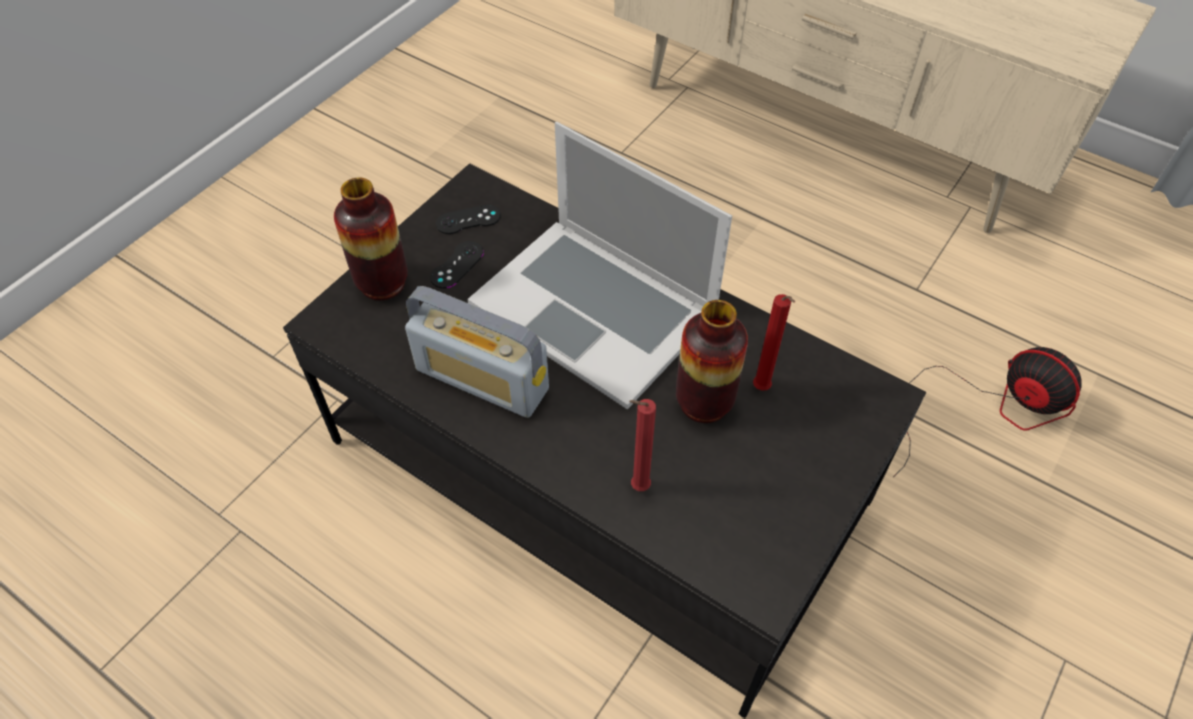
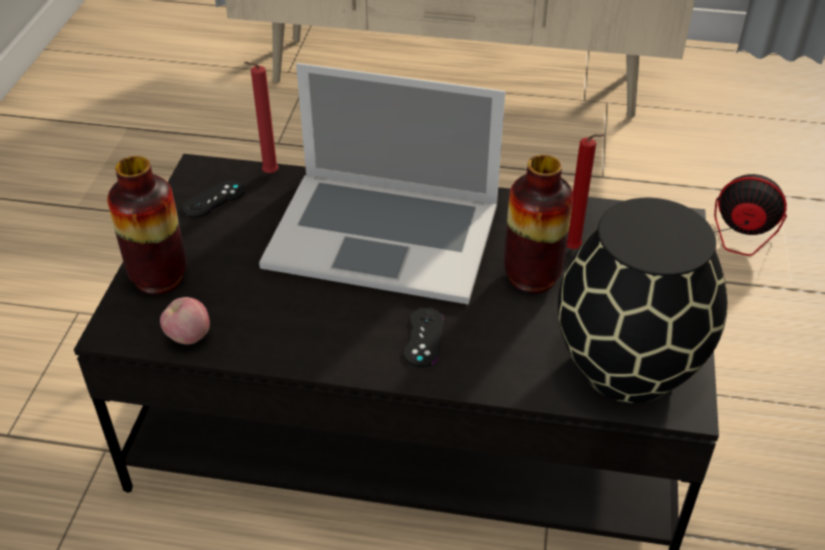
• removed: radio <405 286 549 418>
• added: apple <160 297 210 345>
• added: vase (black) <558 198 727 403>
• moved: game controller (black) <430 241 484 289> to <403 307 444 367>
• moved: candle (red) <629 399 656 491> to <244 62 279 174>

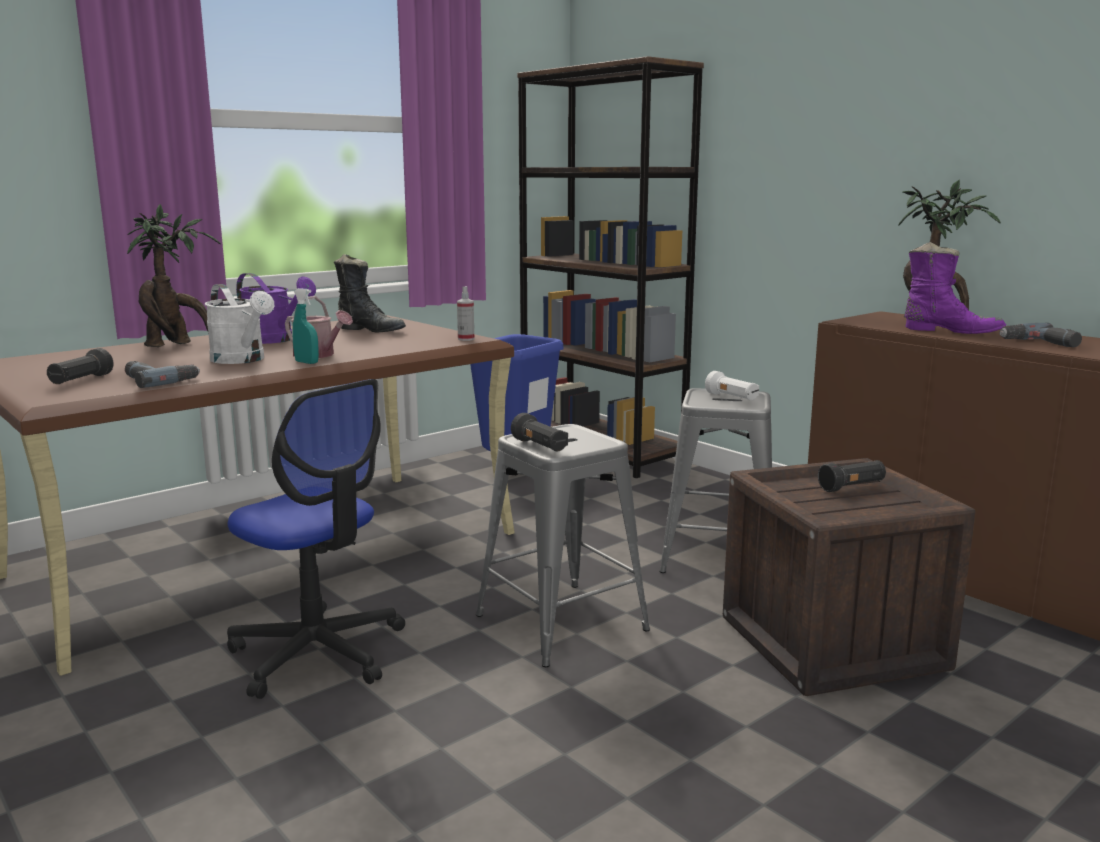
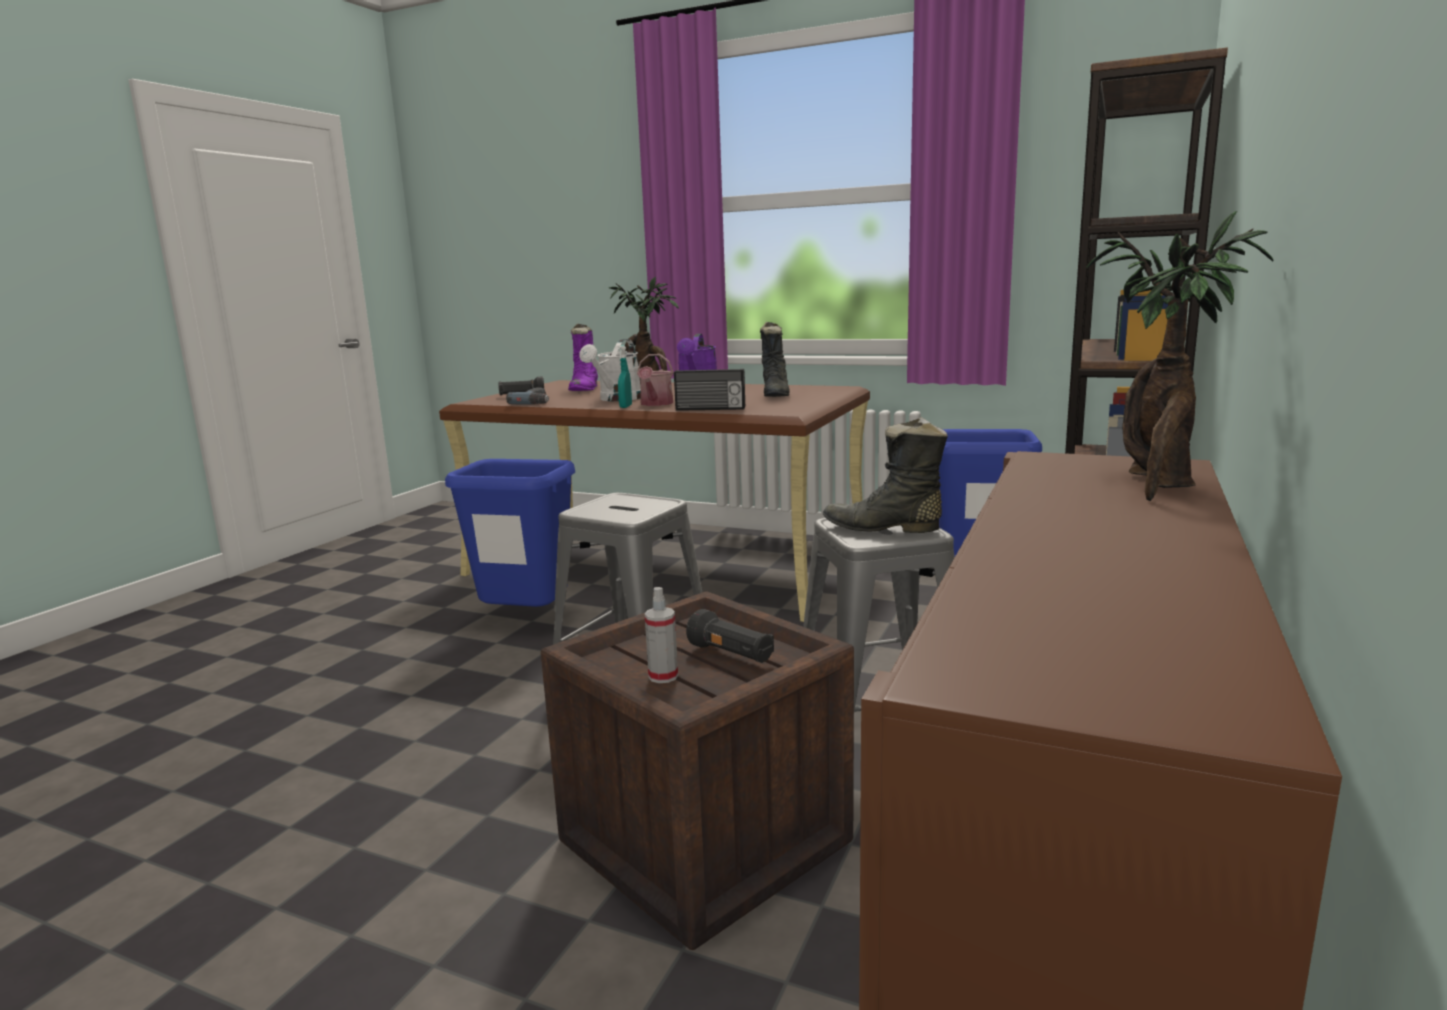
• removed: flashlight (black) <511 413 568 451>
• removed: power drill <1000 323 1082 347>
• added: radio <674 369 745 411>
• moved: spray bottle <457 286 474 341> to <645 587 678 683>
• moved: boot (purple) <905 242 1006 334> to <568 323 598 391>
• replaced: office chair <227 379 405 699> to trash can (blue) <445 459 575 607>
• replaced: flashlight (white) <705 371 759 400> to boot (black) <823 417 948 533>

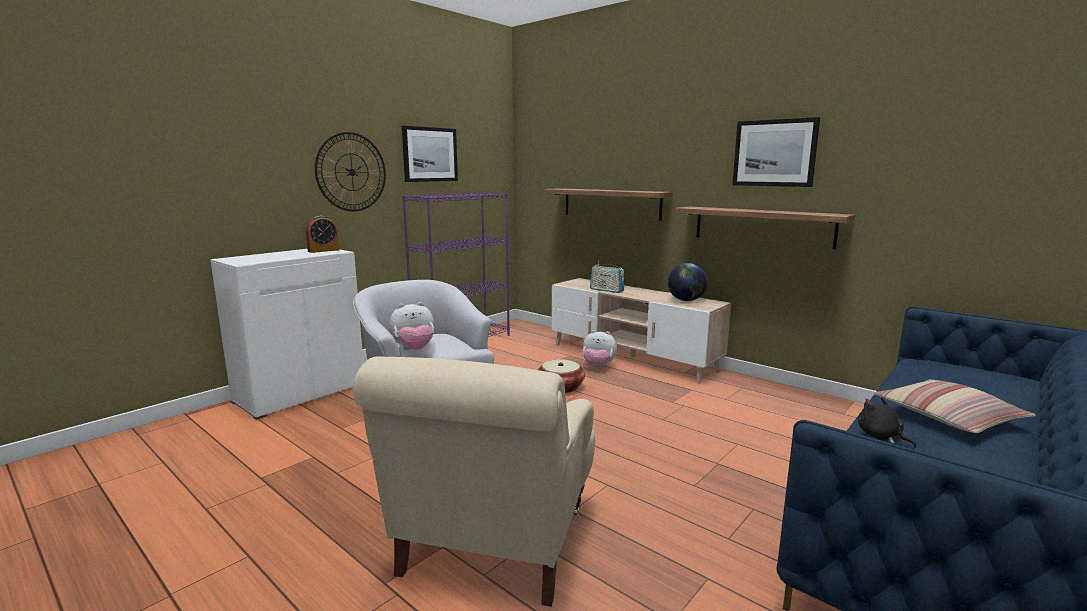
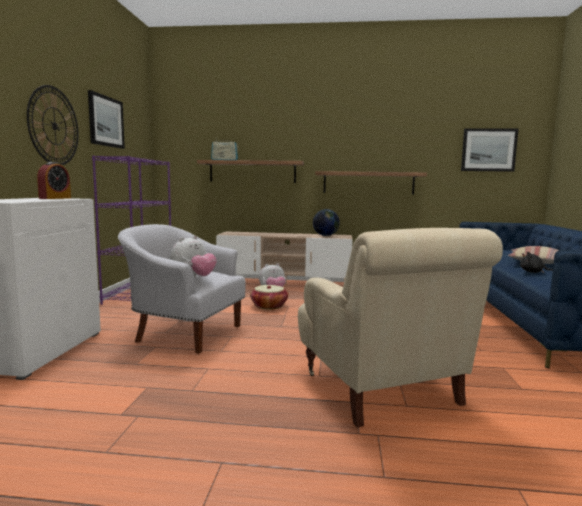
• moved: radio <590 261 624 293> to <211 140 238 160>
• moved: picture <732 117 820 187> to <461 128 518 172>

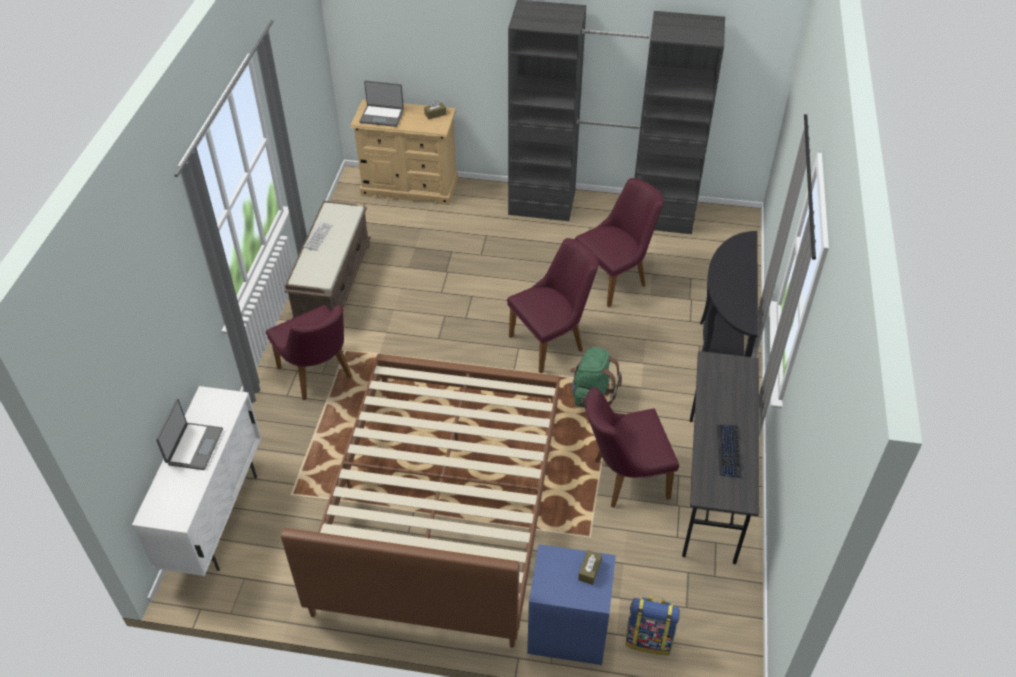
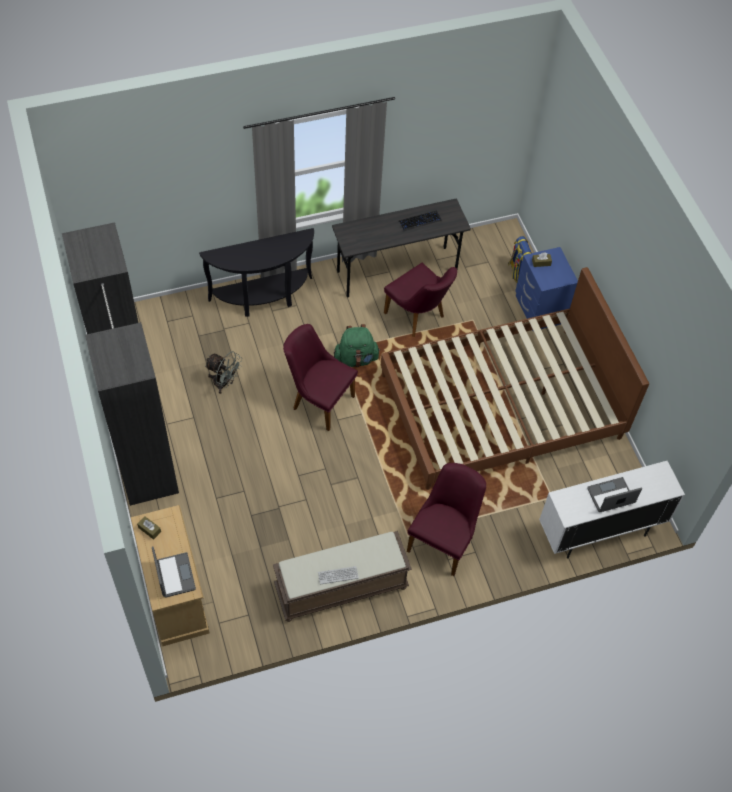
• replaced: chair (purple) <575 178 664 307> to fan (grey) <205 351 242 394>

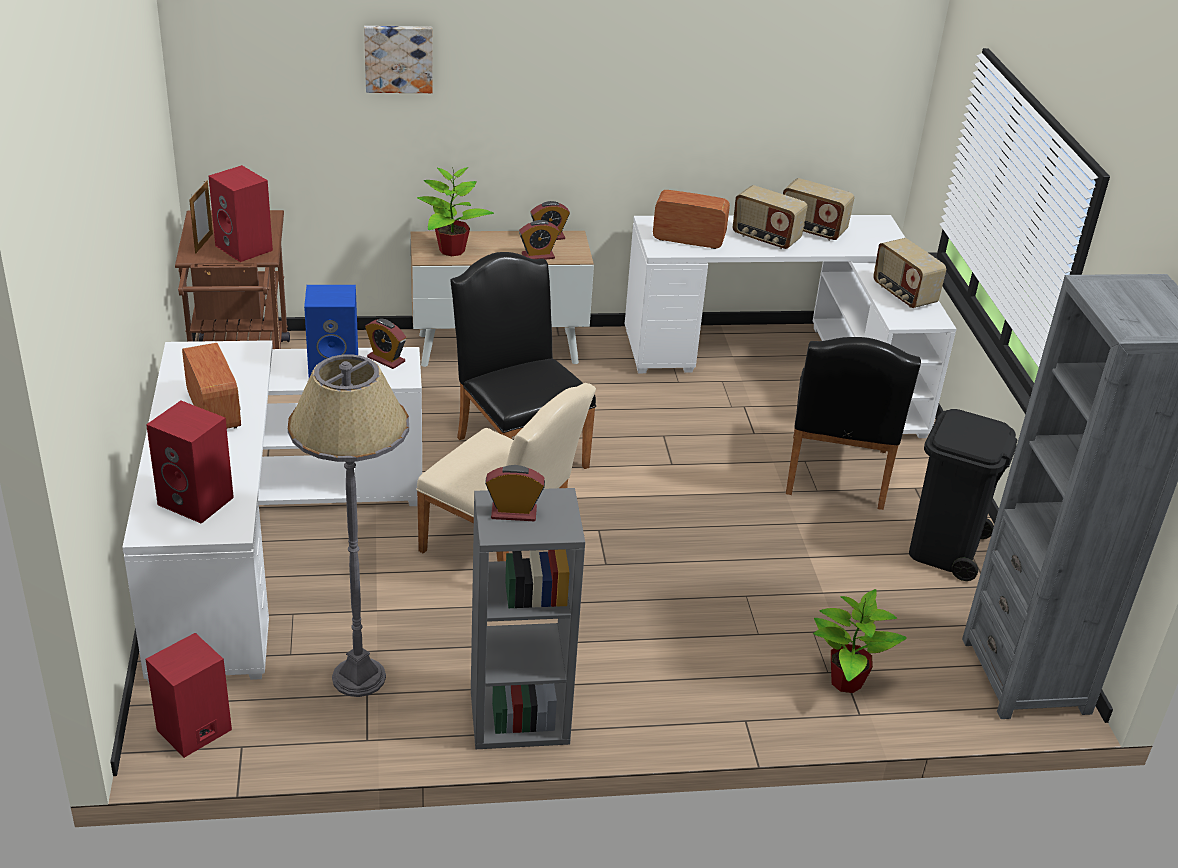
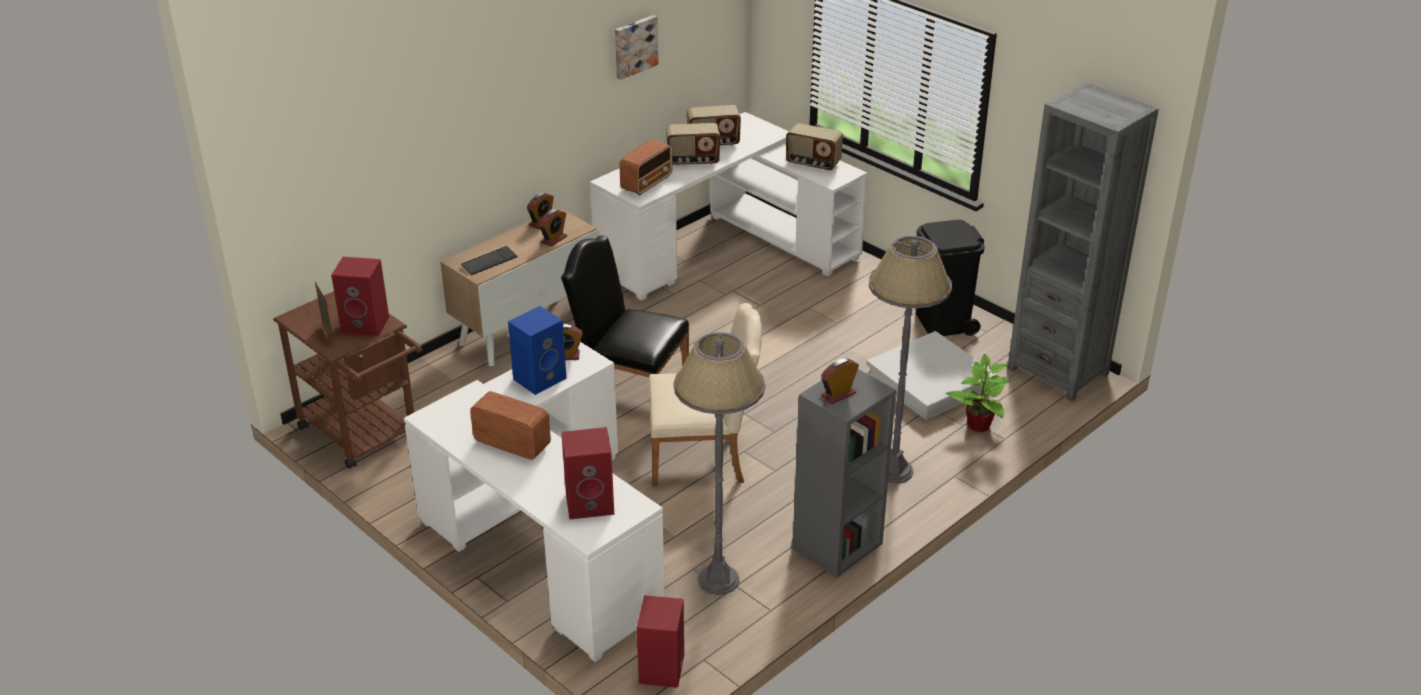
• removed: chair (black) <786 337 921 510>
• added: storage box (white) <866 331 997 420>
• added: floor lamp (grey) <869 236 952 483>
• moved: picture <364 26 433 93> to <615 15 658 80>
• replaced: potted plant <417 167 494 256> to keyboard <461 246 518 275>
• turned: radio <653 190 730 249> = <619 139 673 195> 150 degrees clockwise

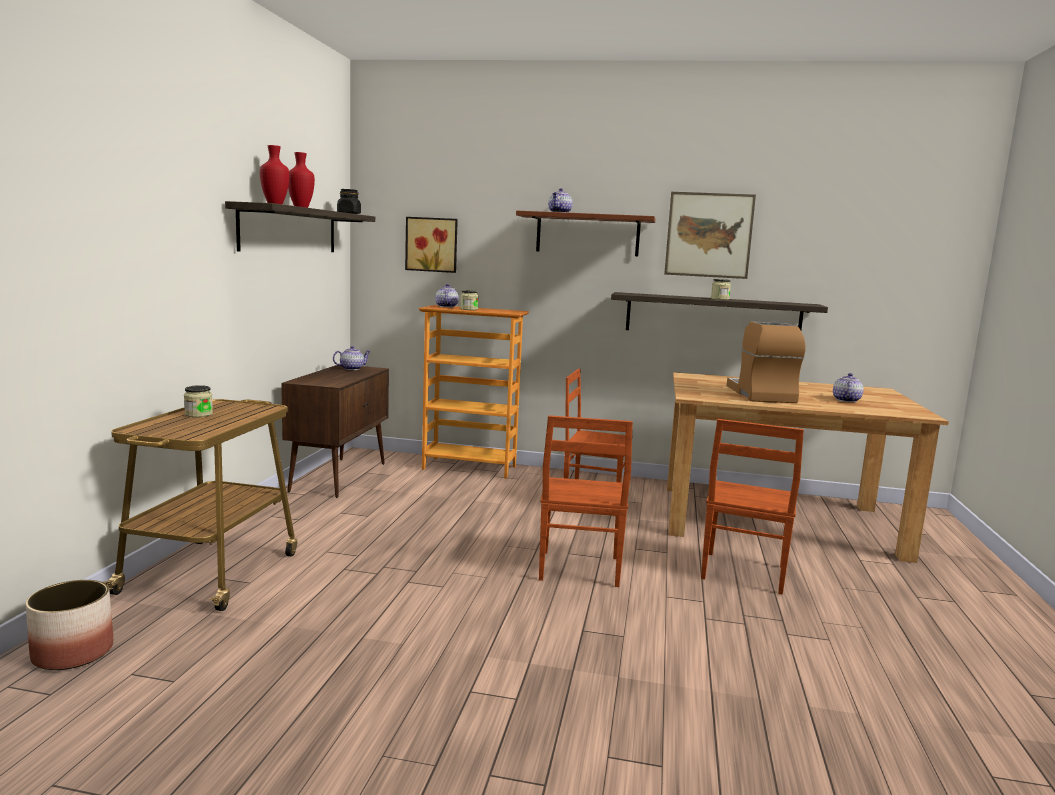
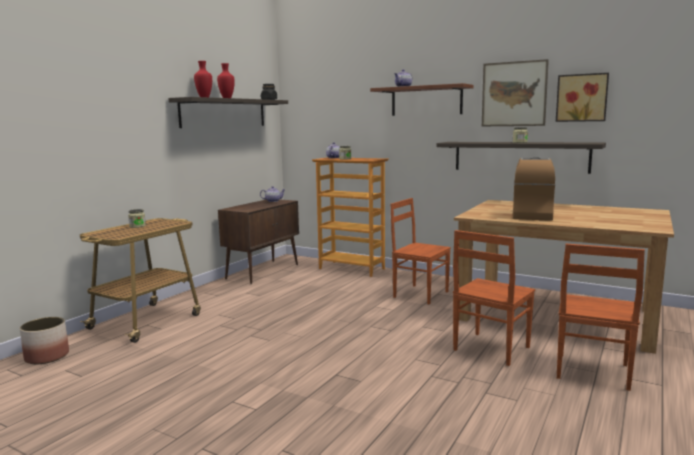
• removed: teapot <833 373 864 402>
• moved: picture <405 217 458 273> to <556 73 609 122>
• moved: chair (brown) <539 415 633 587> to <557 244 645 391>

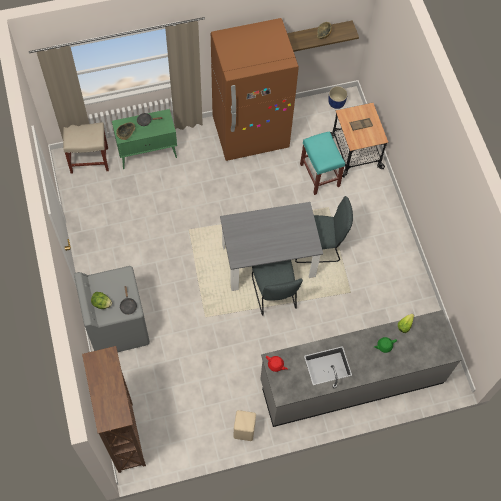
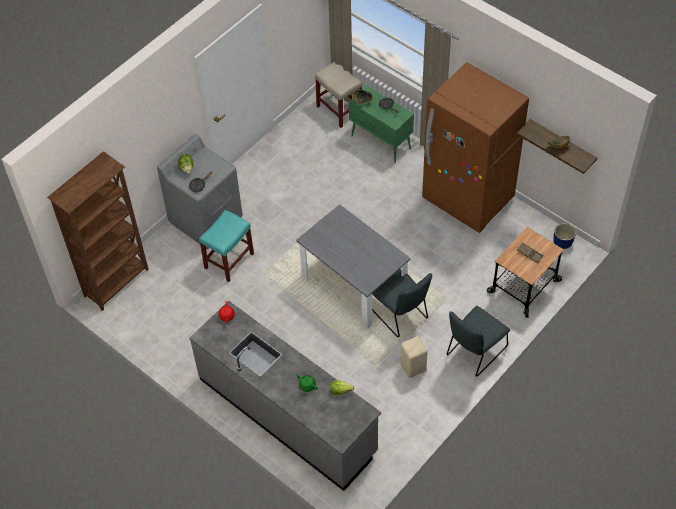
• moved: stool (beige) <234 410 256 441> to <400 336 428 378>
• moved: chair (grey) <252 260 303 315> to <447 306 510 377>
• moved: stool (turquoise) <300 131 345 195> to <199 210 254 282>

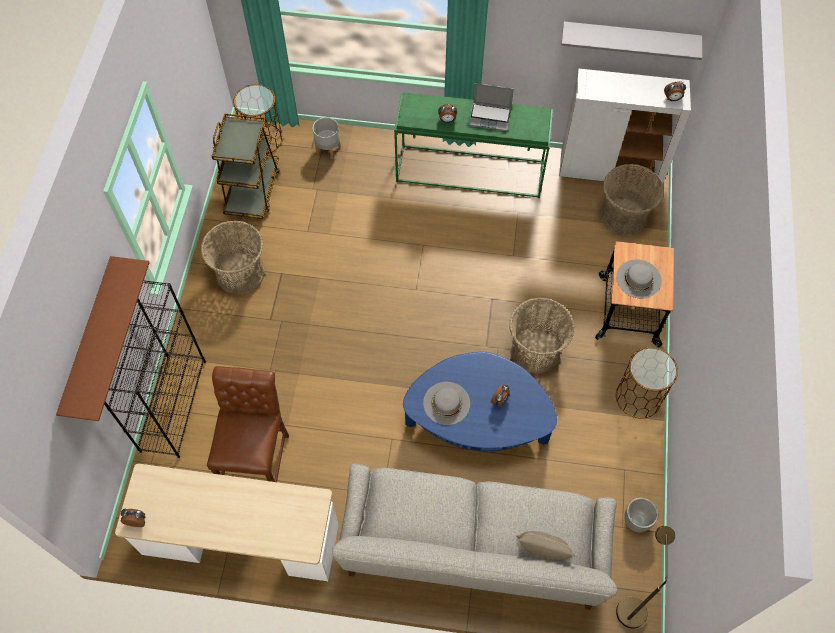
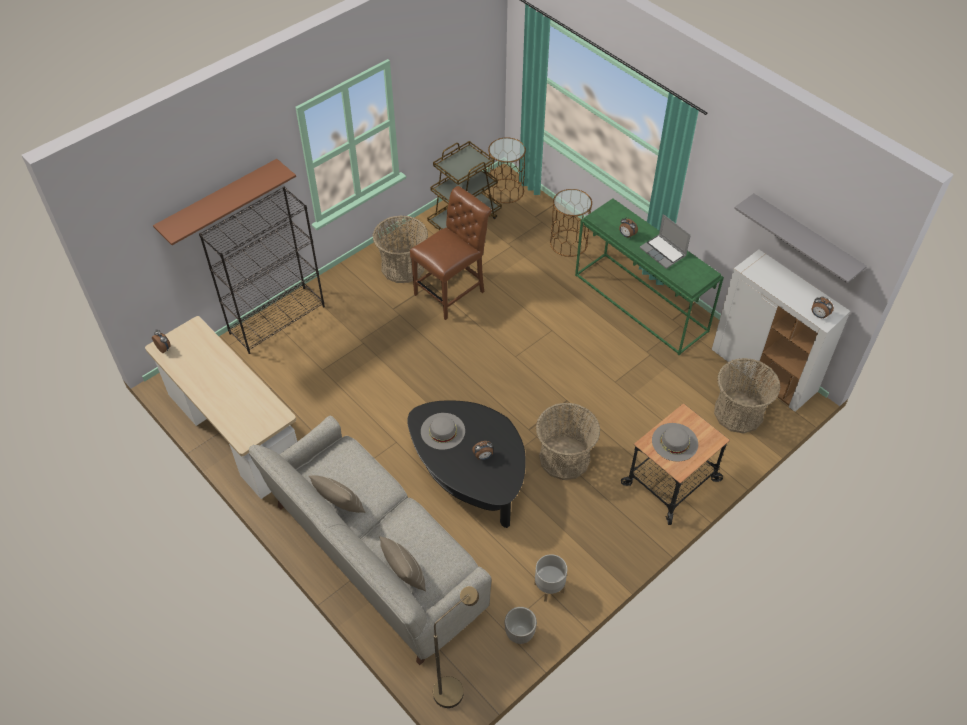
• added: pillow (beige) <309 475 366 513>
• moved: chair (brown) <207 366 289 482> to <410 186 492 320>
• moved: planter (grey) <313 117 340 159> to <534 554 567 602>
• moved: side table (brown) <616 347 678 418> to <550 189 592 257>
• recoloured: coffee table (blue) <403 352 557 451> to coffee table (black) <407 401 526 528>

